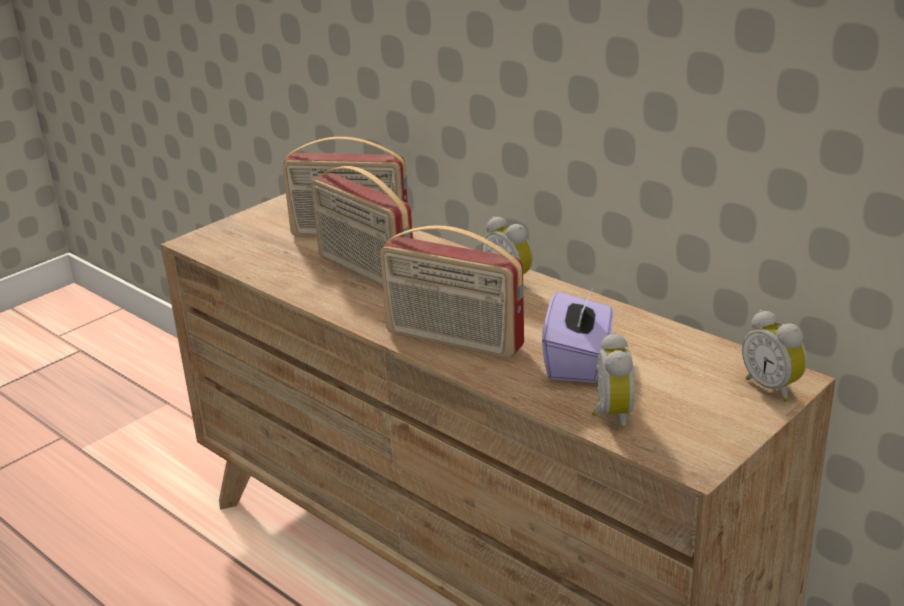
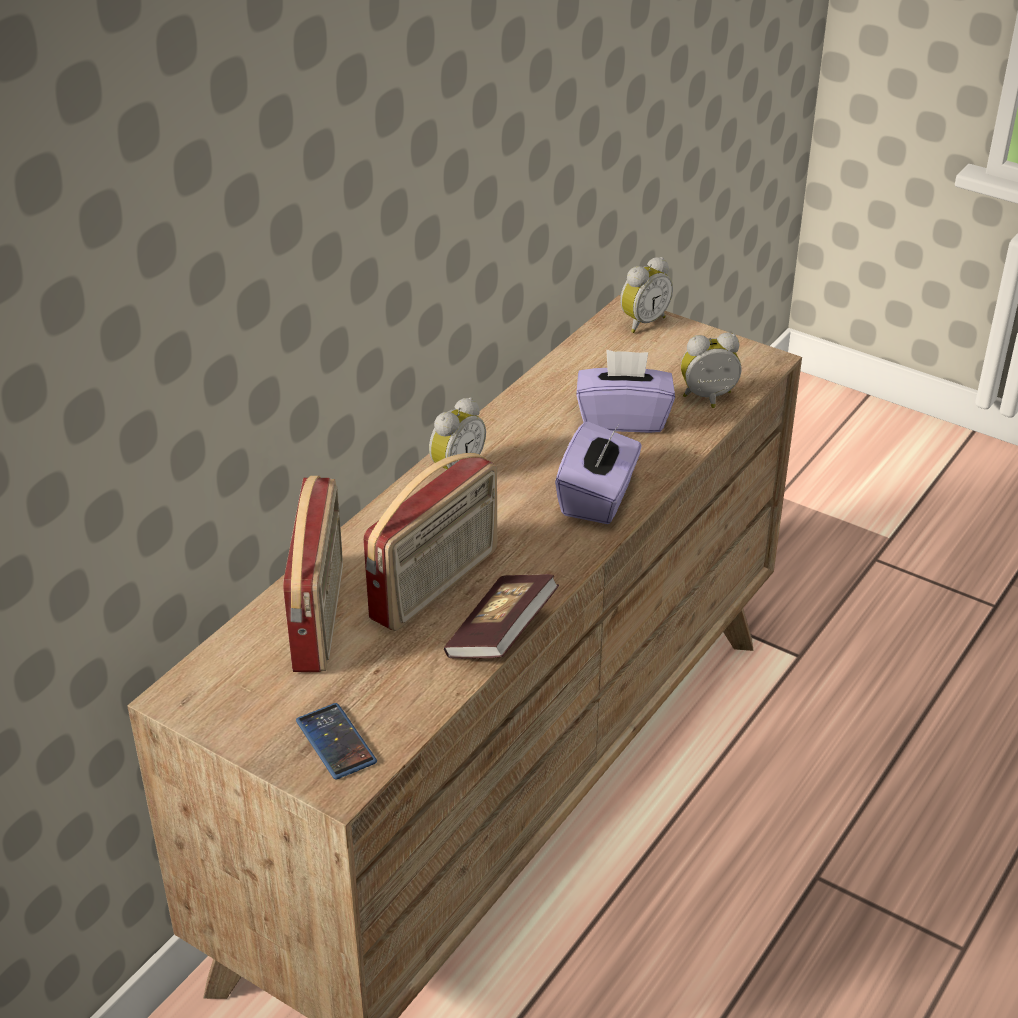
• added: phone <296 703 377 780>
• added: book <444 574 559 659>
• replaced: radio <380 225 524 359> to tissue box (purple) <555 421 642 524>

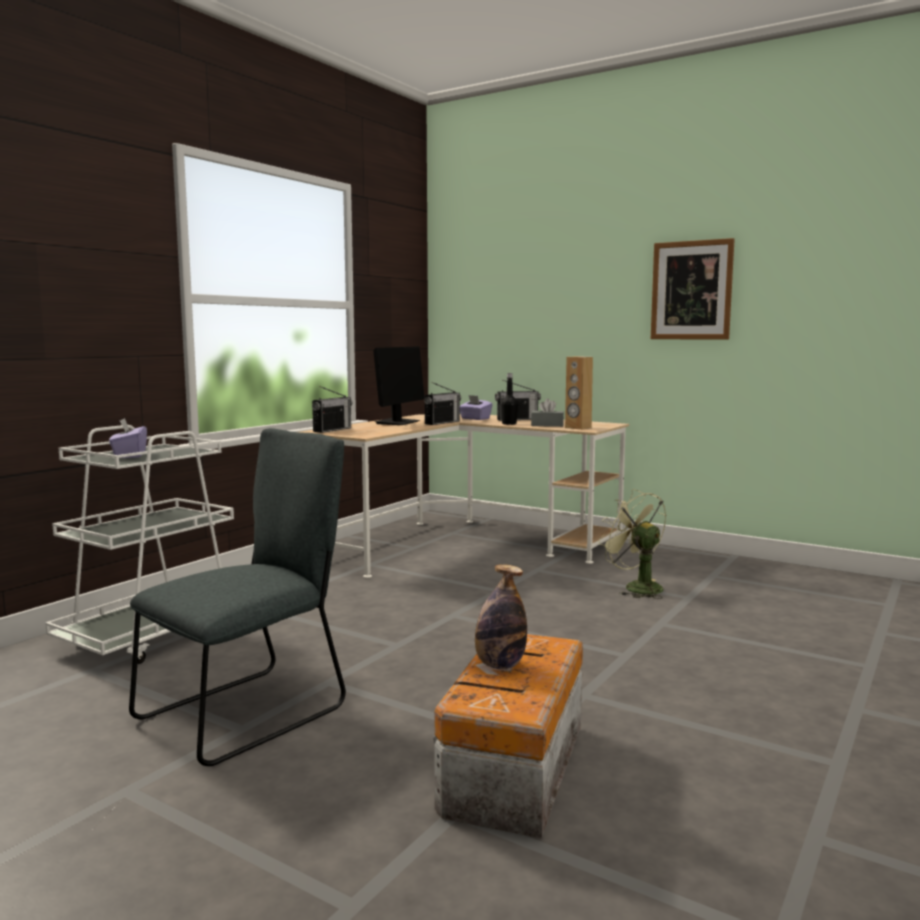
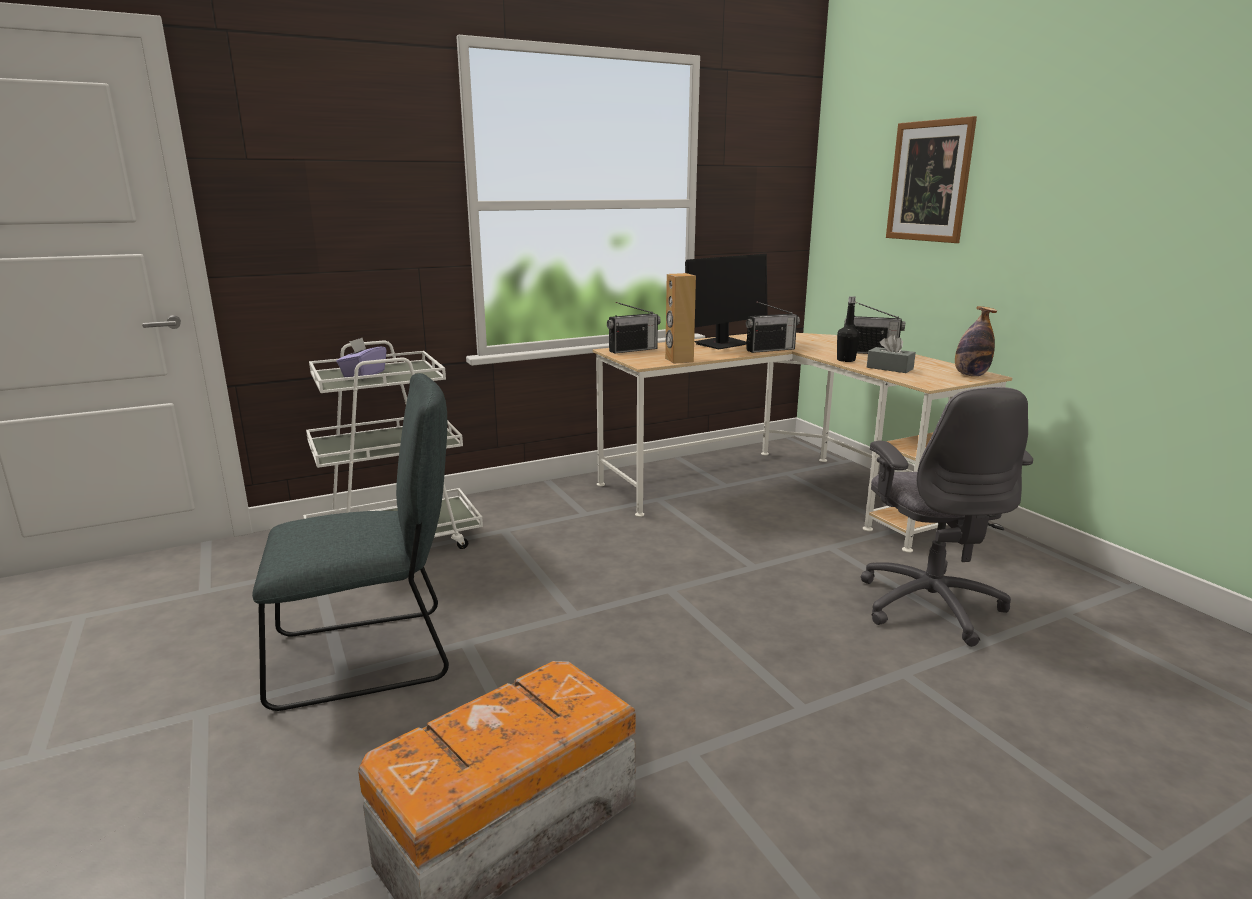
• removed: tissue box (purple) <460 395 493 420>
• moved: bottle <475 564 527 669> to <955 306 997 376>
• moved: speaker (brown) <565 356 593 430> to <665 273 696 363>
• moved: picture <651 238 735 340> to <886 116 977 243>
• replaced: fan (green) <598 489 666 599> to office chair (grey) <860 387 1033 647>

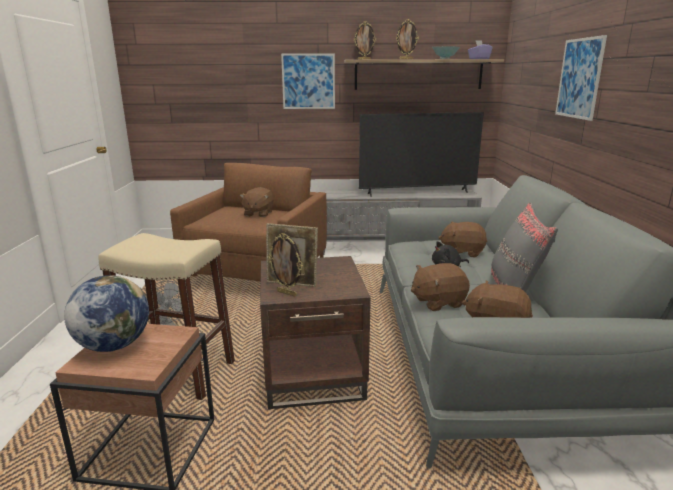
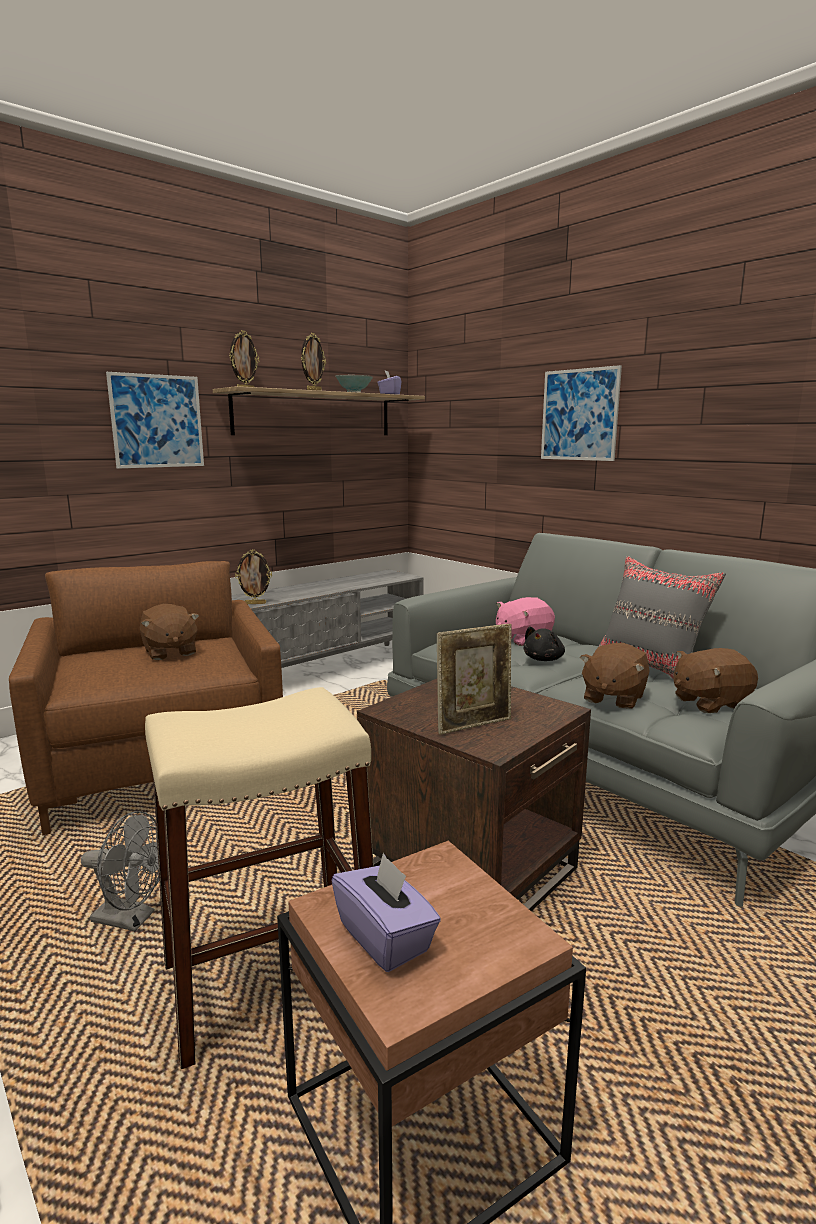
• removed: television <359 112 484 197>
• moved: picture frame <268 233 303 296> to <235 550 272 604>
• replaced: globe <64 275 149 352> to tissue box (purple) <332 853 441 972>
• recoloured: plush toy (brown) <439 221 487 257> to plush toy (pink) <496 597 555 646>

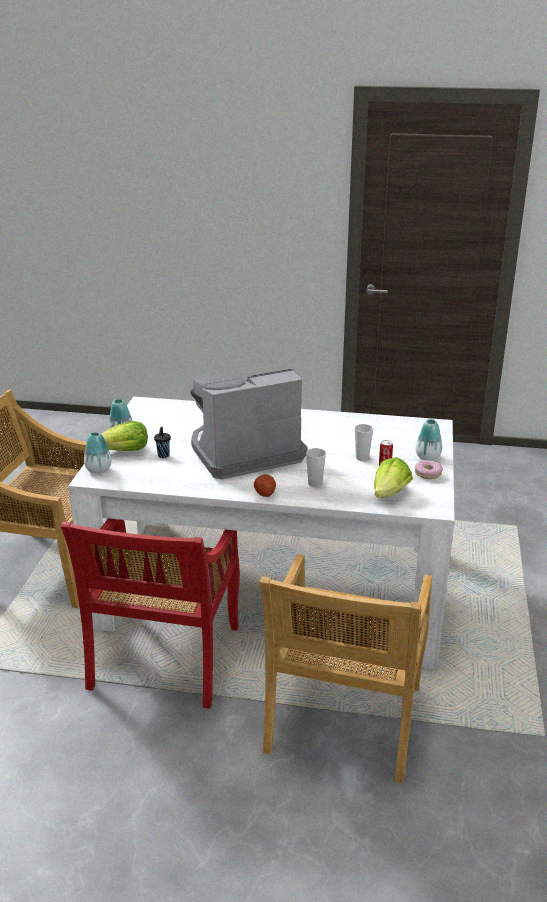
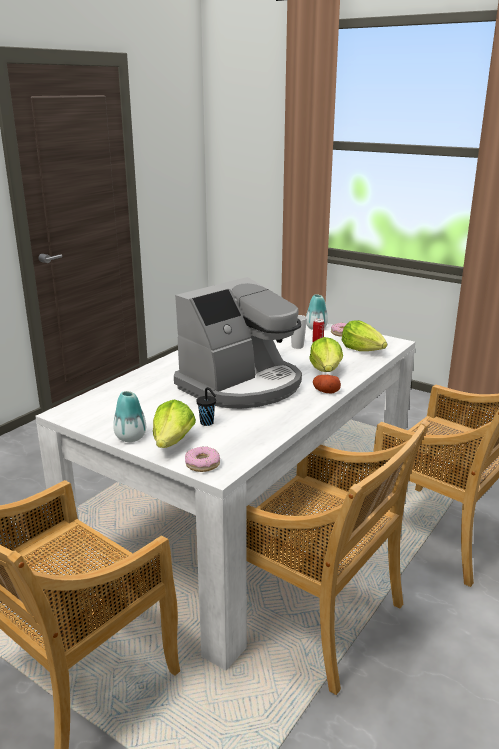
• replaced: vase <84 432 111 474> to donut <185 447 220 472>
• replaced: cup <306 448 326 487> to lettuce <309 337 343 372>
• recoloured: chair (red) <61 518 240 709> to chair (beige) <246 420 430 695>
• turned: coffee machine <190 369 308 479> = <174 277 302 409> 135 degrees counterclockwise

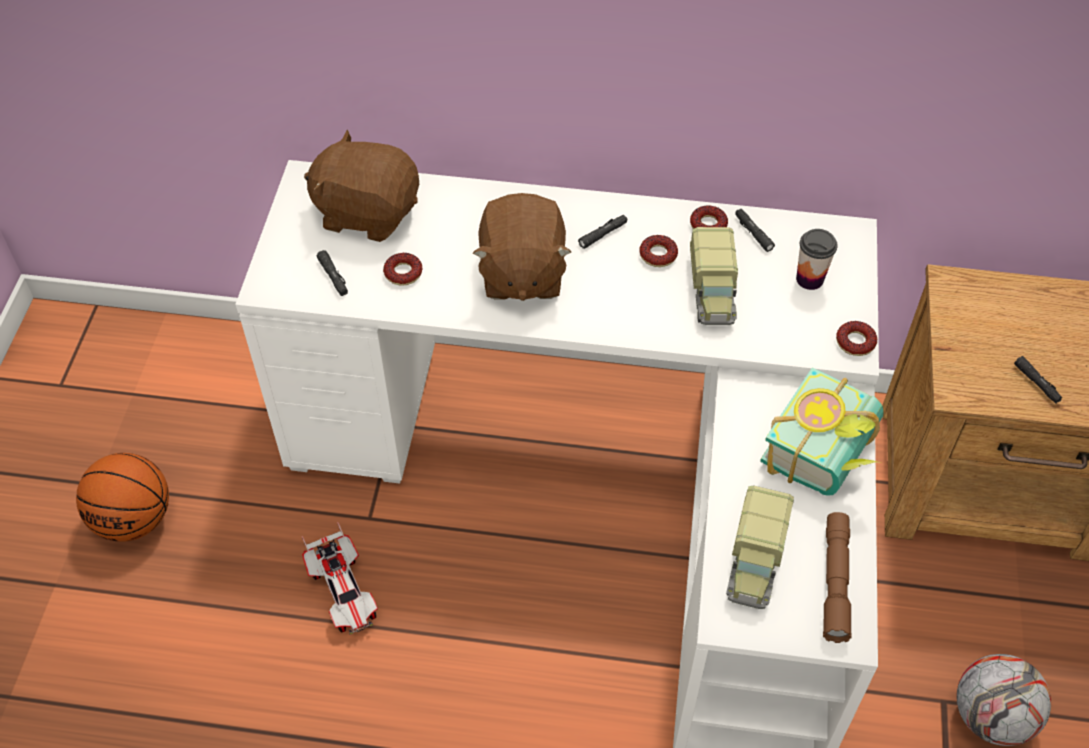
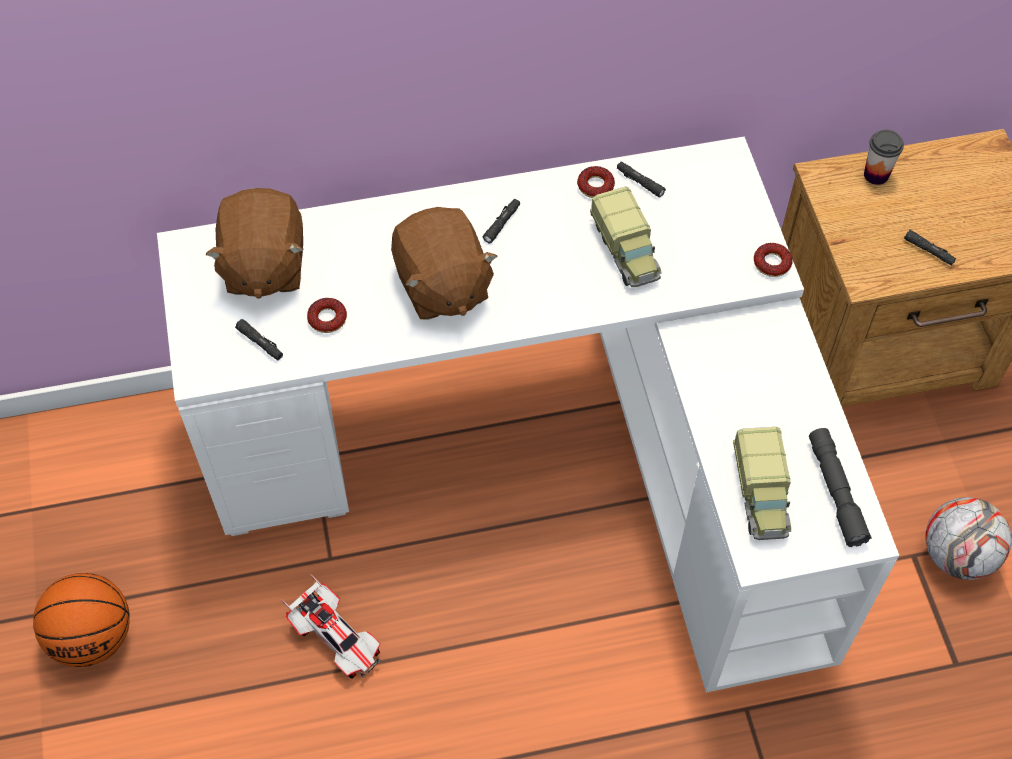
• removed: donut <640 235 678 267>
• removed: book <760 367 883 496>
• moved: cup <796 229 838 290> to <864 130 904 185>
• recoloured: flashlight (brown) <823 512 852 643> to flashlight (grey) <809 428 871 547>
• turned: plush toy (brown) <304 130 419 242> = <205 188 303 299> 90 degrees counterclockwise

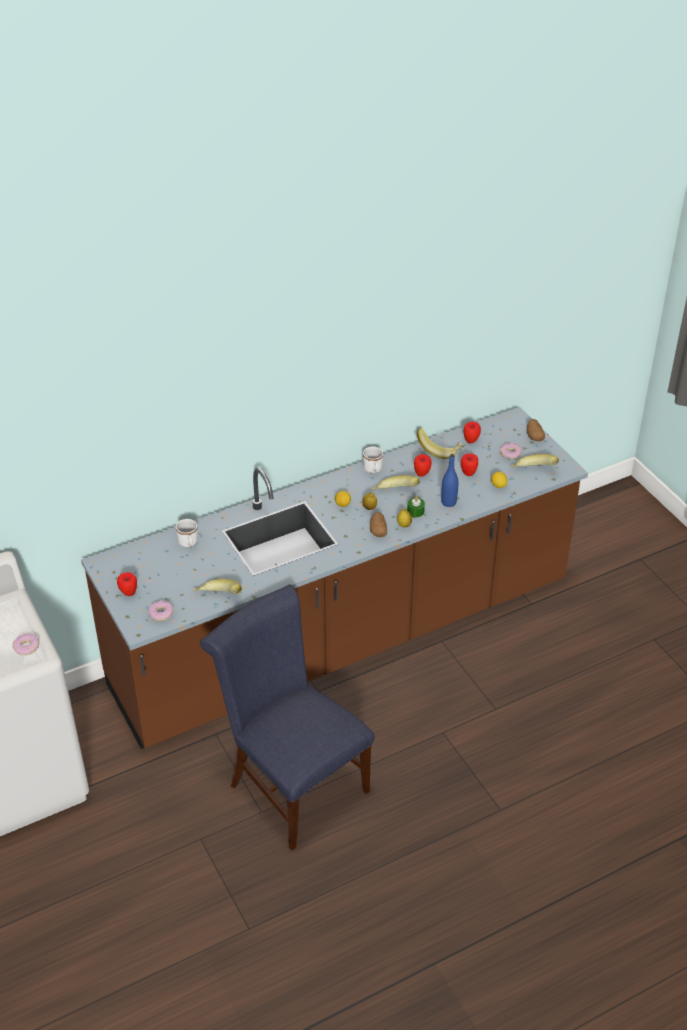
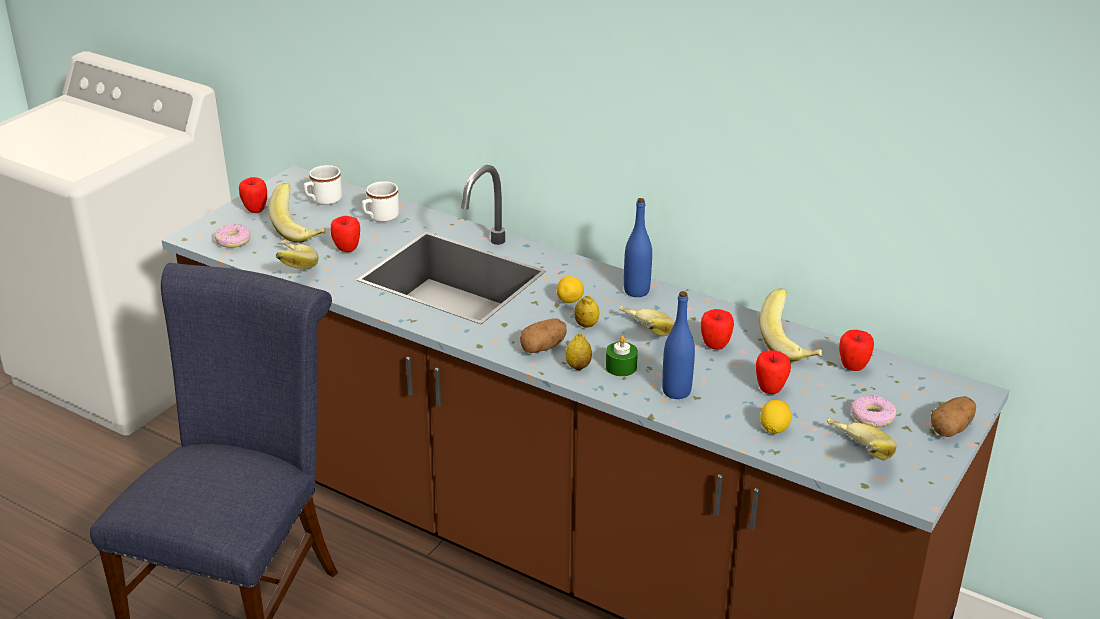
• removed: donut <13 634 39 655>
• added: banana <269 183 326 243>
• added: apple <331 216 360 252>
• added: bottle (blue) <624 198 652 297>
• moved: mug (white) <363 447 383 473> to <304 165 342 205>

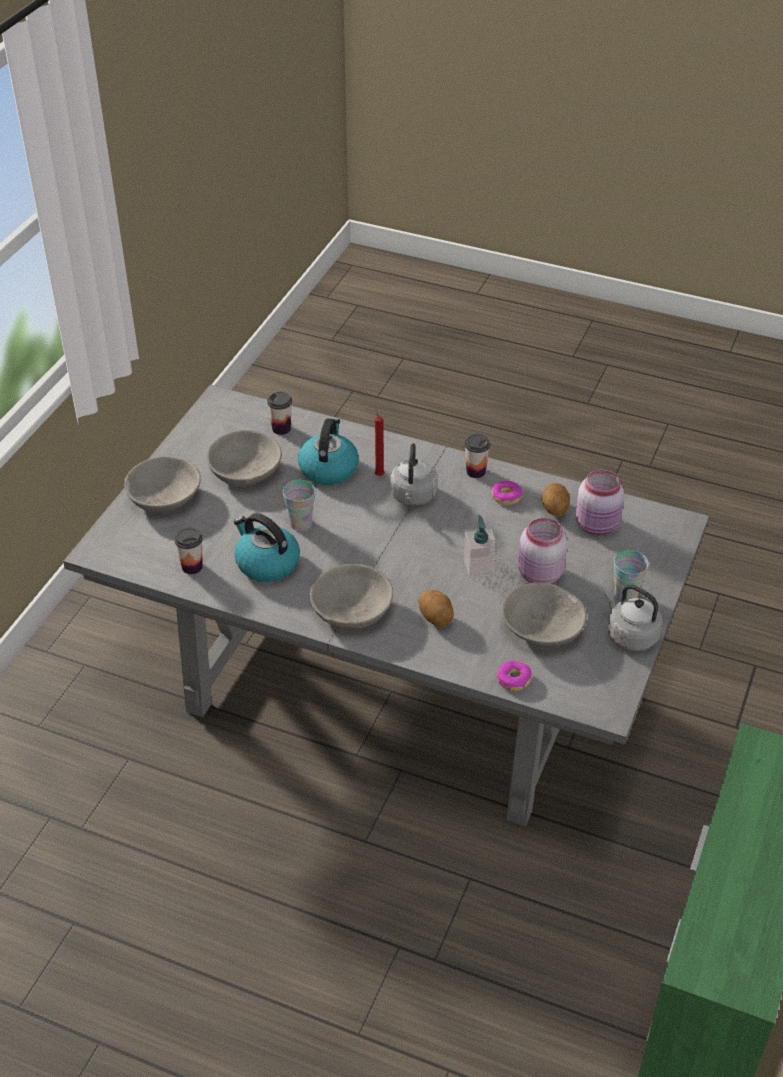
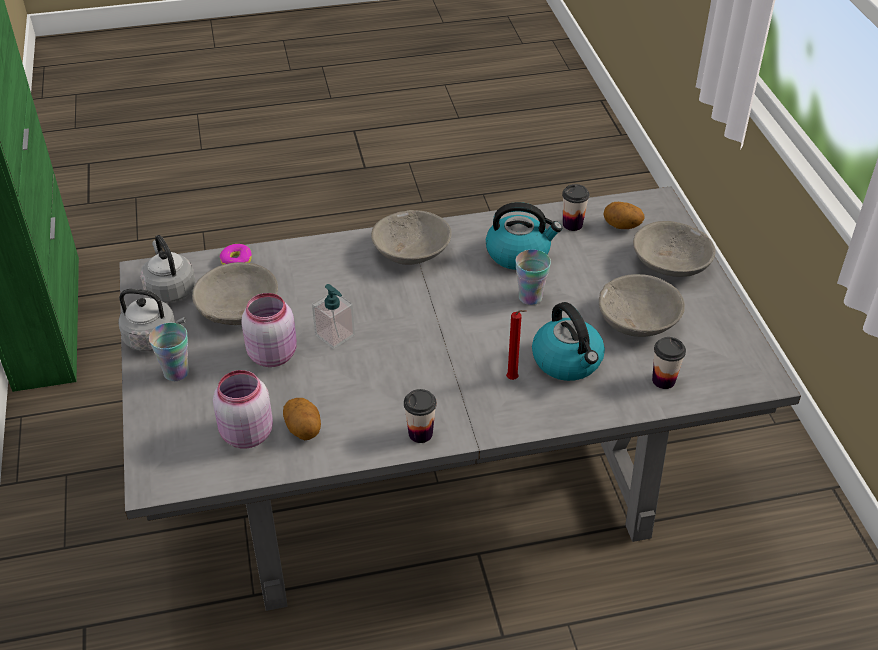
• removed: donut <492 481 523 505>
• moved: kettle (grey) <390 443 438 506> to <140 235 195 303>
• moved: potato <418 590 454 627> to <603 202 644 229>

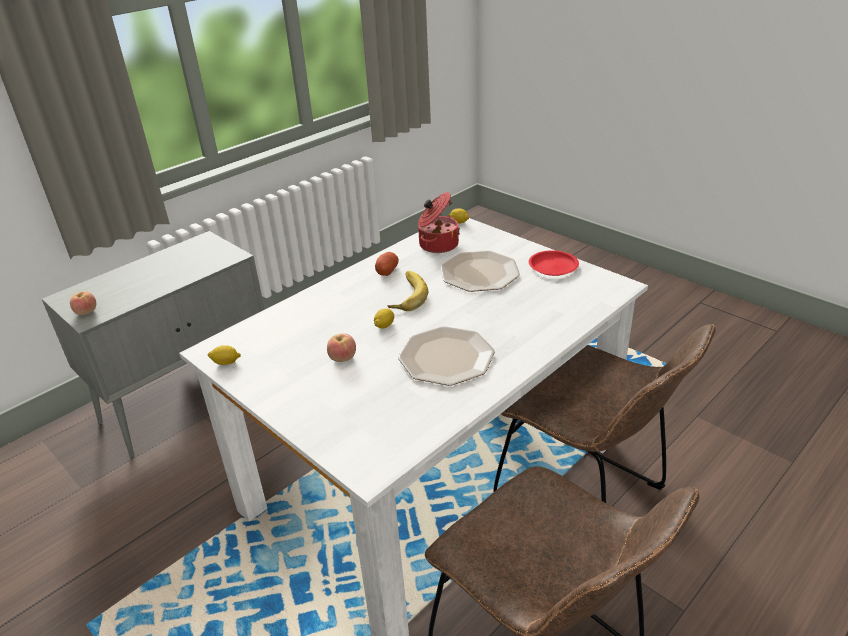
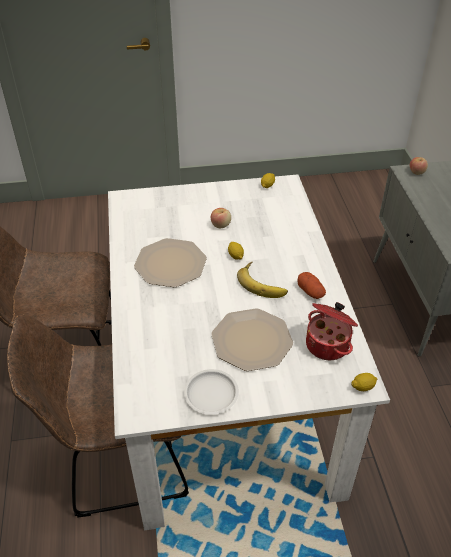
• recoloured: plate (red) <529 250 579 276> to plate (white) <184 369 239 414>

